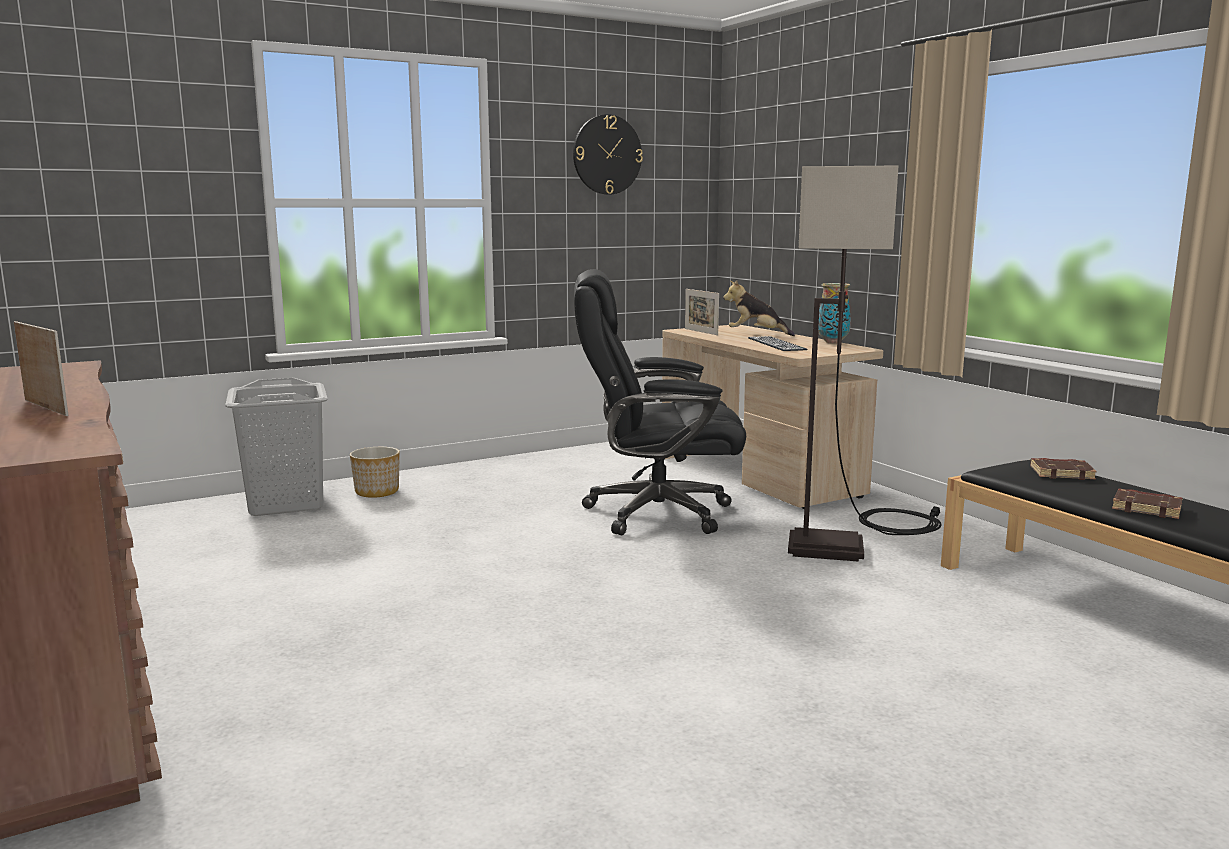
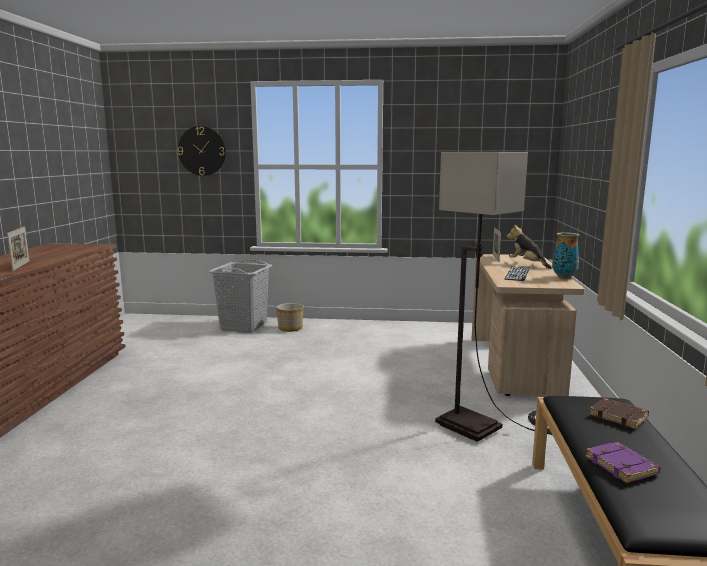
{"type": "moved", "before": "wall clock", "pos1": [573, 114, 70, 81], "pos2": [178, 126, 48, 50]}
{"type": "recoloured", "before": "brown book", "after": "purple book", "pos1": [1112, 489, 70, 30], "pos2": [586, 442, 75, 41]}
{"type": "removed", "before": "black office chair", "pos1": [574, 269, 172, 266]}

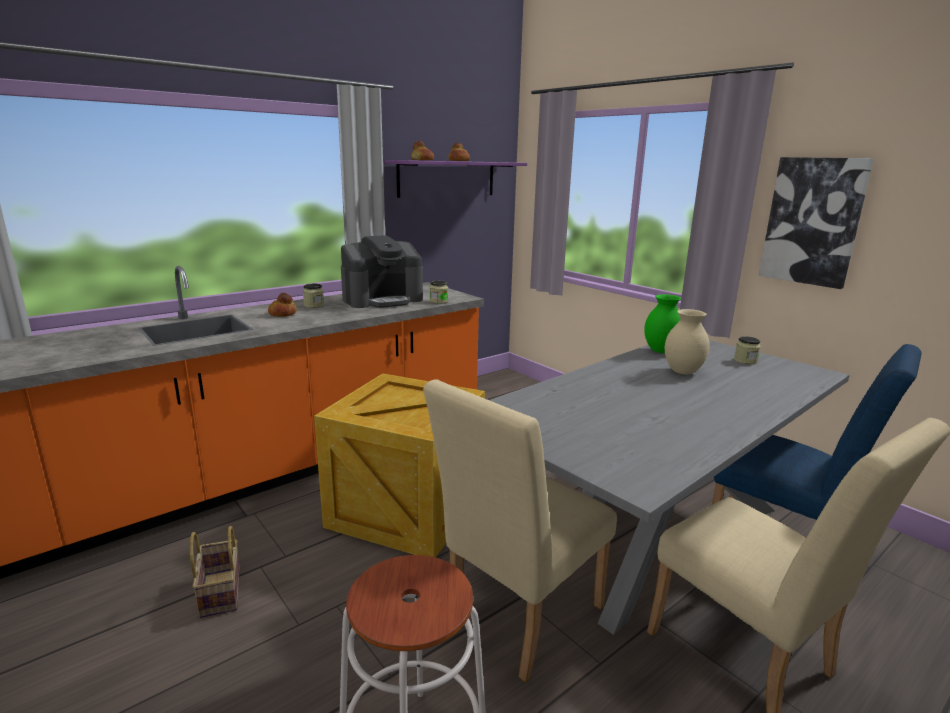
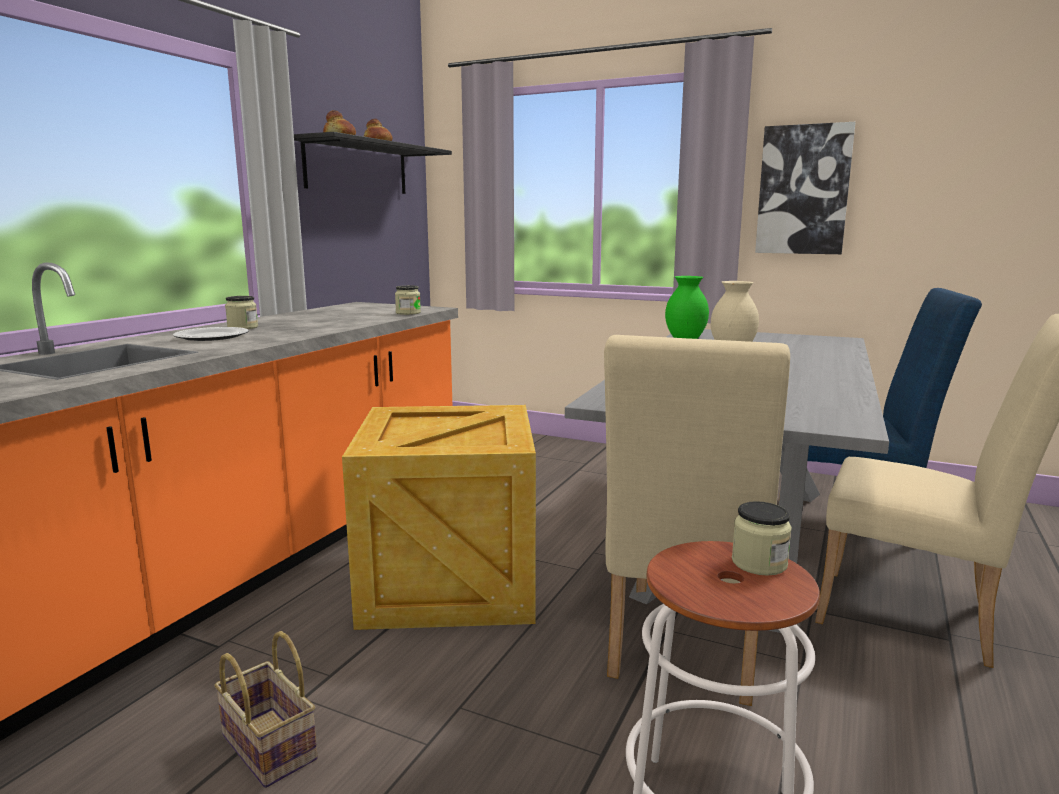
{"type": "replaced", "before": "bread", "after": "plate", "pos1": [268, 293, 29, 24], "pos2": [173, 327, 76, 14]}
{"type": "recoloured", "before": "purple shelf", "after": "black shelf", "pos1": [384, 160, 143, 38], "pos2": [294, 132, 158, 62]}
{"type": "moved", "before": "jar", "pos1": [734, 336, 27, 28], "pos2": [732, 501, 60, 74]}
{"type": "removed", "before": "coffee machine", "pos1": [341, 235, 82, 73]}

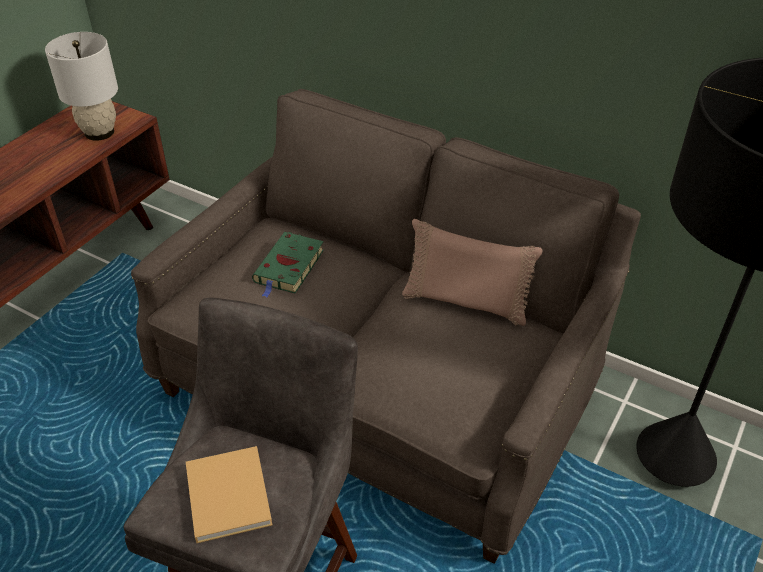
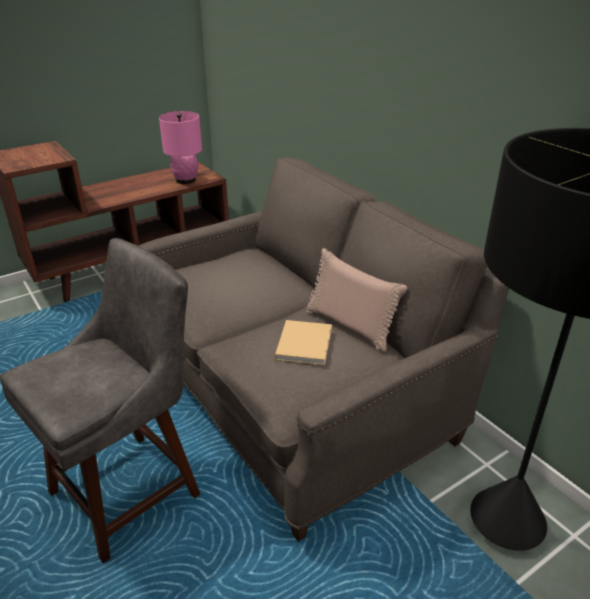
{"type": "recoloured", "before": "white table lamp", "after": "pink table lamp", "pos1": [45, 32, 73, 109], "pos2": [159, 111, 43, 73]}
{"type": "moved", "before": "beige book", "pos1": [186, 446, 86, 97], "pos2": [275, 320, 57, 45]}
{"type": "removed", "before": "green book", "pos1": [252, 232, 72, 65]}

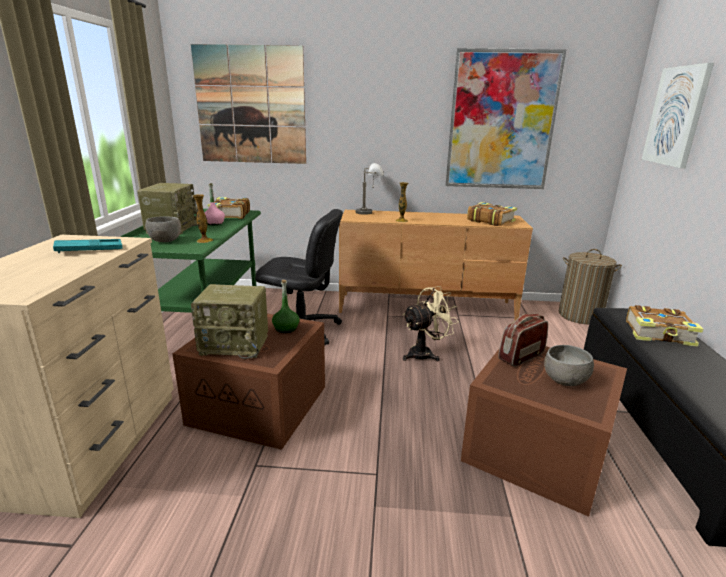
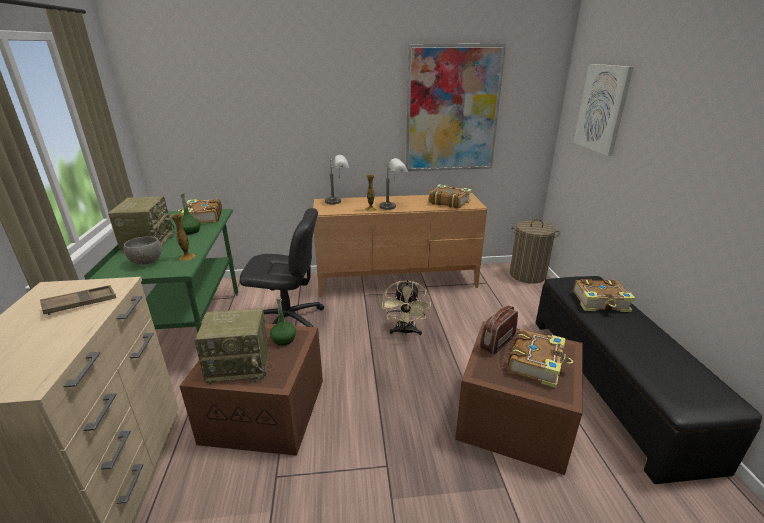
{"type": "recoloured", "before": "turquoise tray", "after": "brown tray", "pos1": [53, 239, 69, 14], "pos2": [40, 285, 76, 30]}
{"type": "recoloured", "before": "pink bottle", "after": "green bottle", "pos1": [204, 183, 21, 42], "pos2": [180, 193, 20, 42]}
{"type": "added", "after": "grey table lamp", "pos2": [380, 158, 28, 52]}
{"type": "turned", "before": "beige fan", "pos1": [403, 286, 56, 75], "pos2": [382, 280, 49, 56], "turn": 135}
{"type": "replaced", "before": "grey bowl", "after": "book", "pos1": [544, 345, 50, 41], "pos2": [508, 329, 65, 59]}
{"type": "removed", "before": "picture", "pos1": [191, 44, 115, 120]}

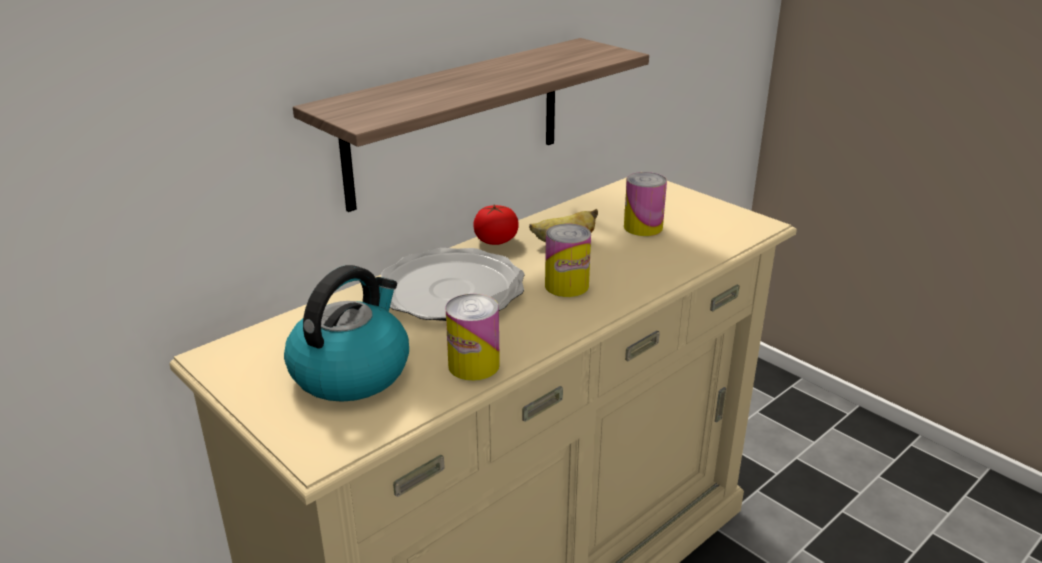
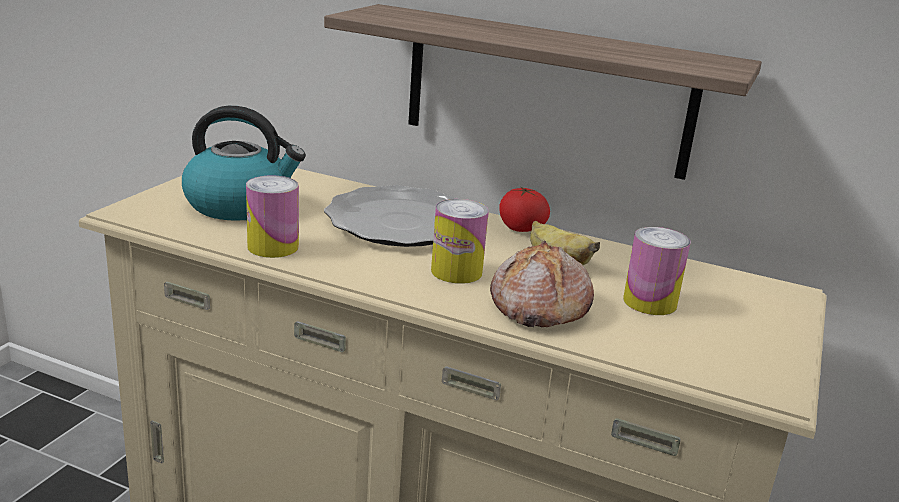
{"type": "added", "after": "bread", "pos2": [490, 240, 104, 87]}

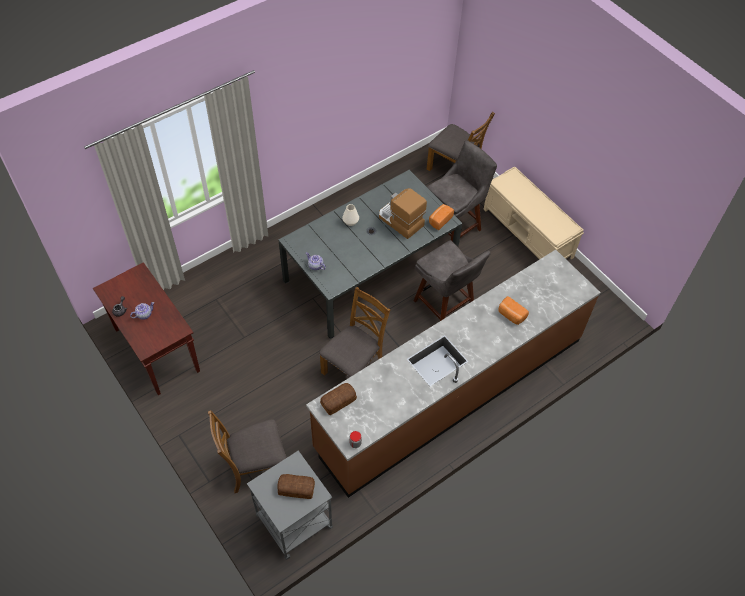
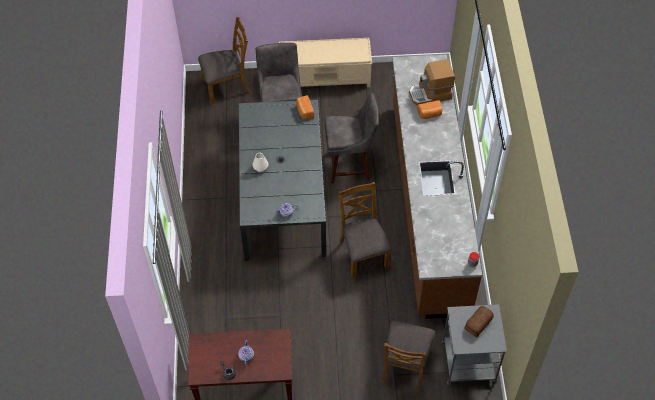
{"type": "moved", "before": "coffee machine", "pos1": [379, 188, 48, 51], "pos2": [409, 59, 46, 47]}
{"type": "removed", "before": "bread", "pos1": [320, 383, 37, 32]}

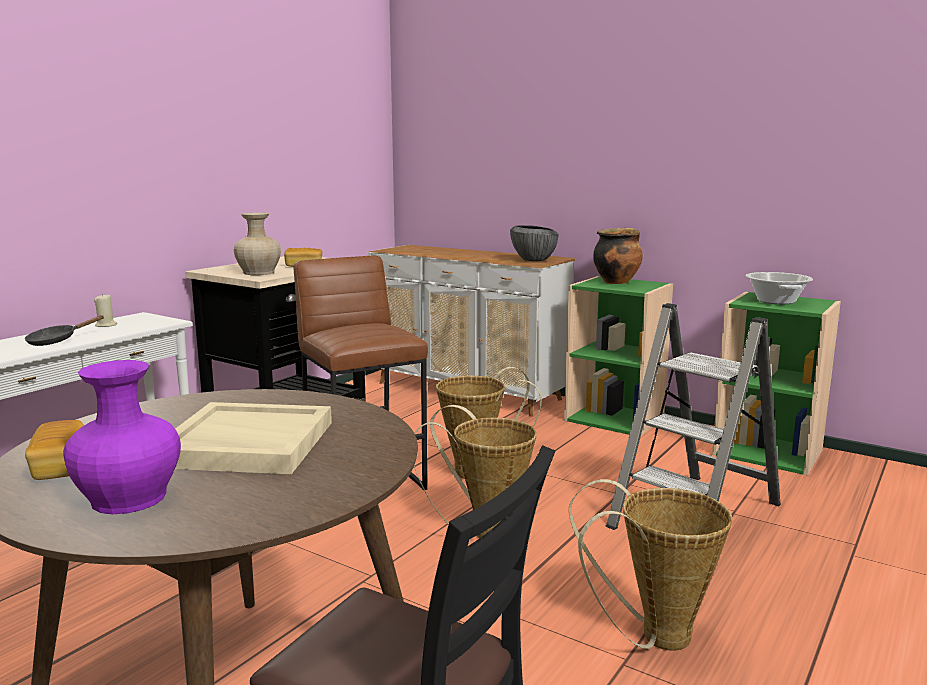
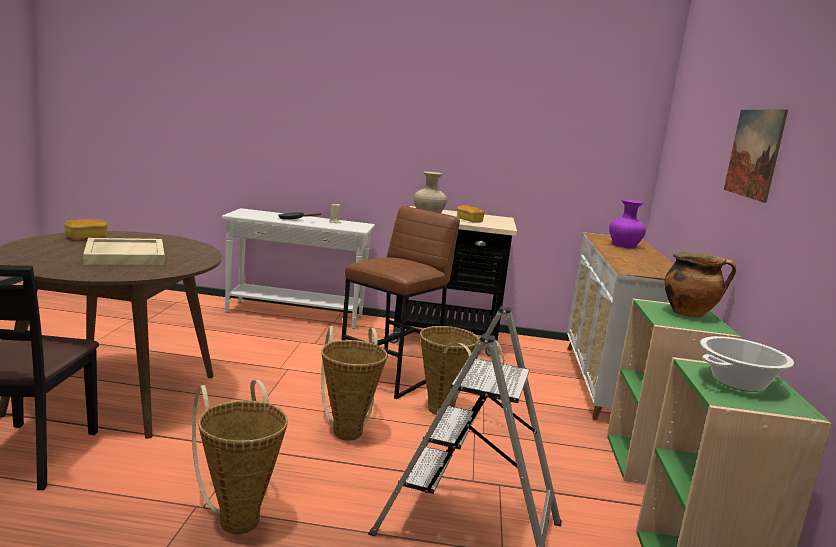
{"type": "moved", "before": "purple vase", "pos1": [63, 360, 118, 154], "pos2": [609, 200, 37, 48]}
{"type": "added", "after": "picture", "pos2": [724, 109, 64, 94]}
{"type": "removed", "before": "bowl", "pos1": [510, 225, 49, 36]}

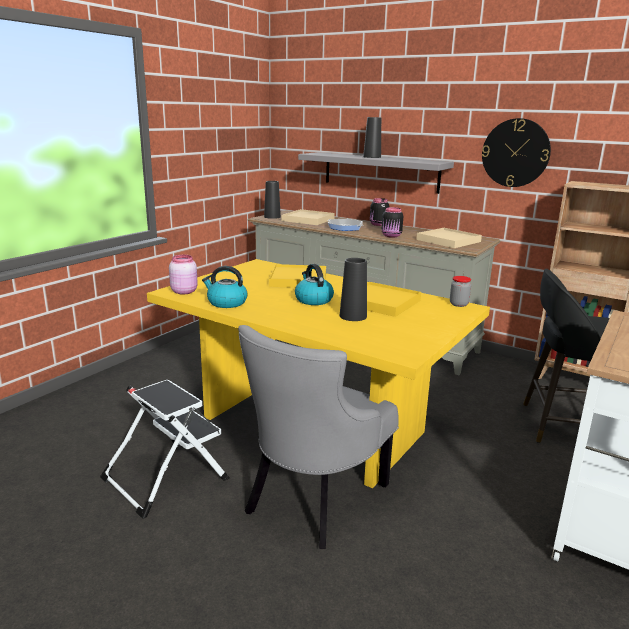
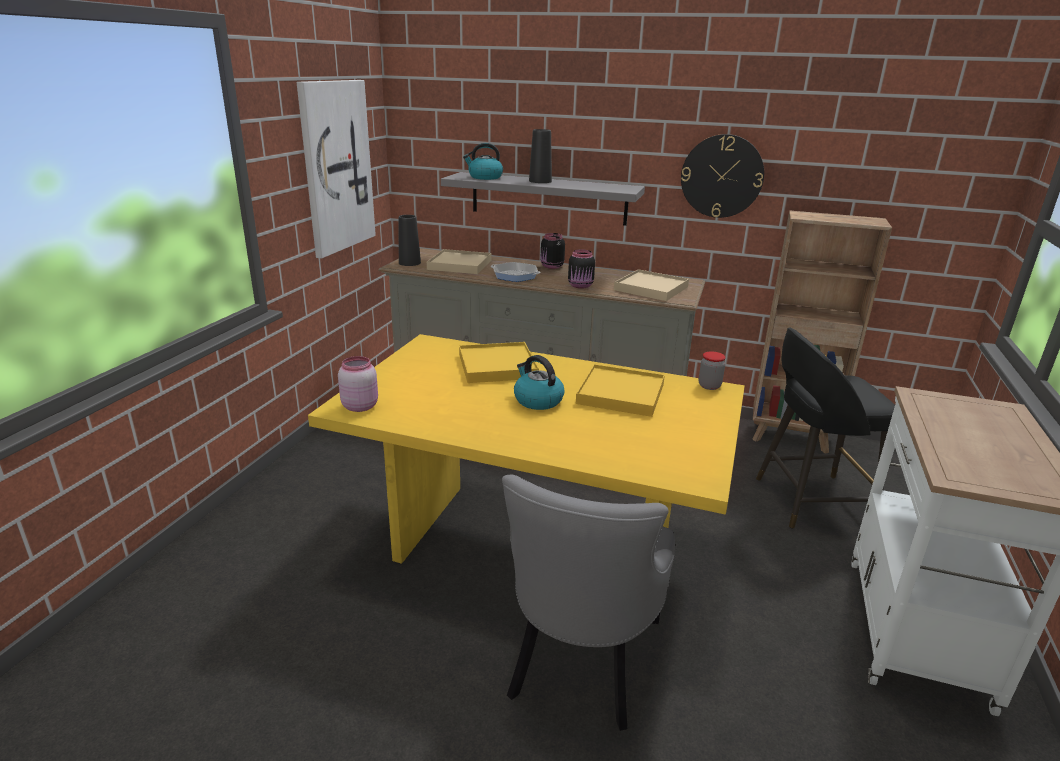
{"type": "added", "after": "picture", "pos2": [297, 80, 79, 178]}
{"type": "moved", "before": "kettle", "pos1": [202, 266, 46, 42], "pos2": [463, 143, 40, 37]}
{"type": "removed", "before": "step ladder", "pos1": [100, 380, 130, 139]}
{"type": "removed", "before": "black vase", "pos1": [340, 258, 27, 63]}

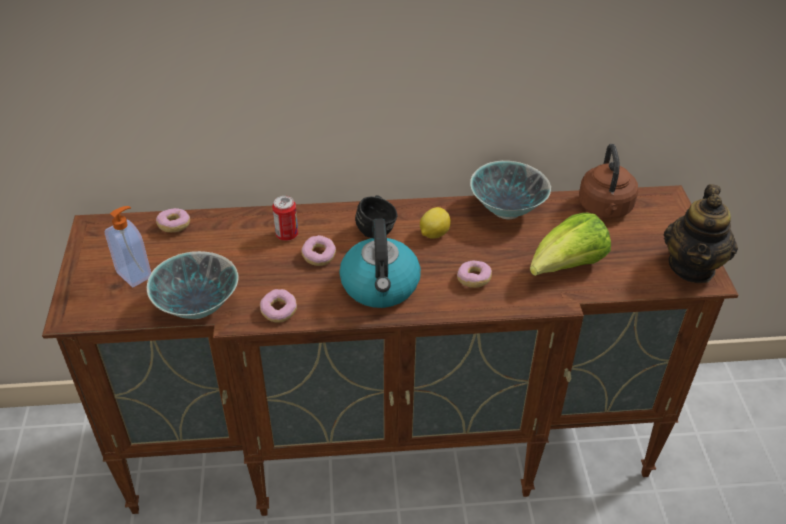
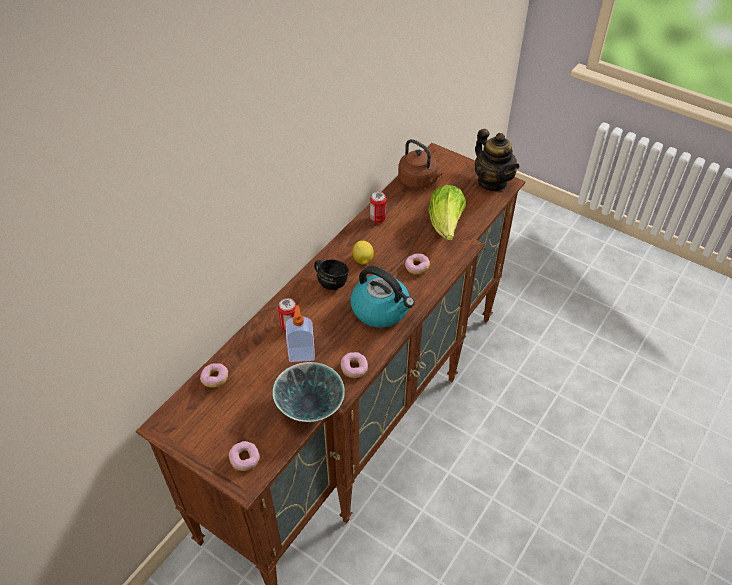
{"type": "moved", "before": "donut", "pos1": [301, 235, 35, 31], "pos2": [229, 441, 31, 30]}
{"type": "moved", "before": "soap dispenser", "pos1": [104, 206, 47, 82], "pos2": [286, 305, 29, 57]}
{"type": "replaced", "before": "bowl", "after": "can", "pos1": [470, 161, 81, 58], "pos2": [370, 192, 16, 31]}

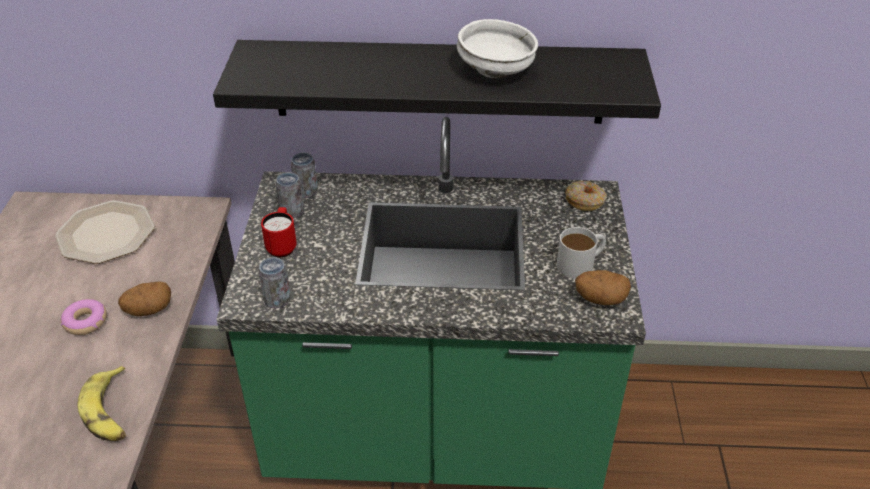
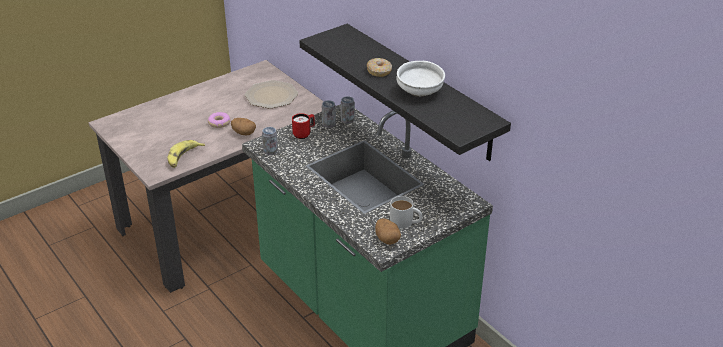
{"type": "moved", "before": "donut", "pos1": [565, 181, 42, 30], "pos2": [367, 58, 25, 19]}

